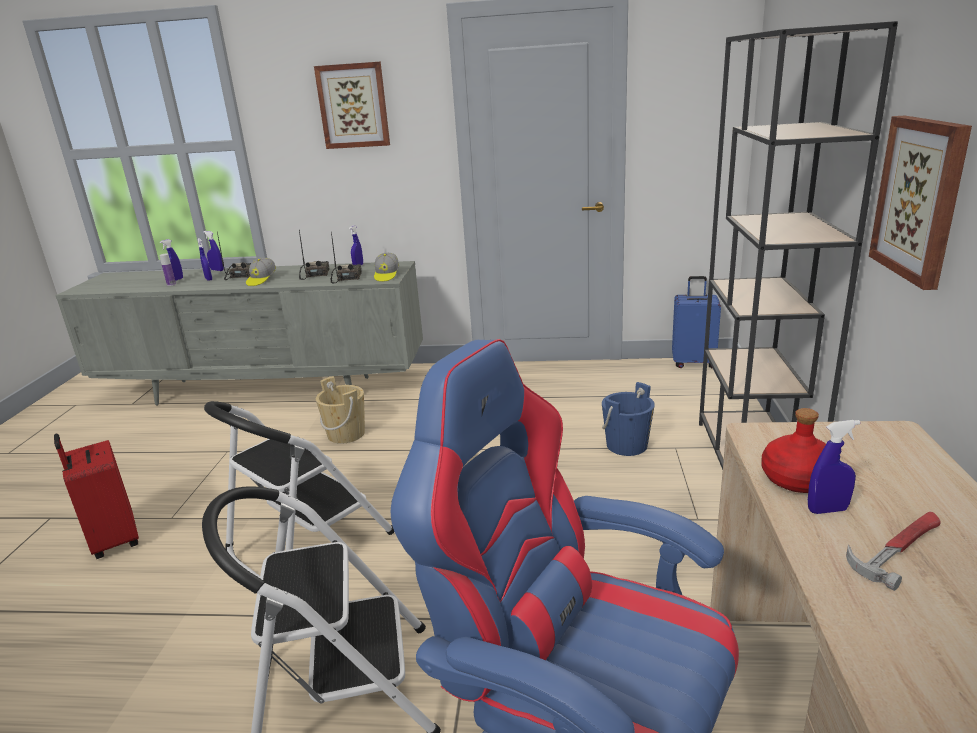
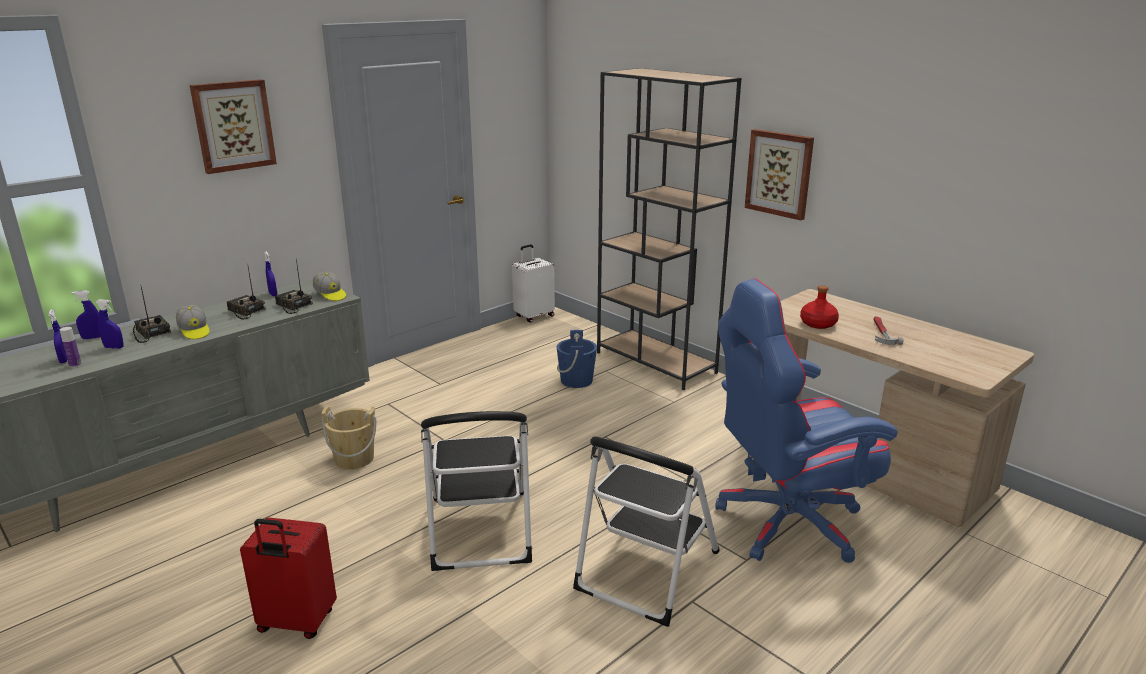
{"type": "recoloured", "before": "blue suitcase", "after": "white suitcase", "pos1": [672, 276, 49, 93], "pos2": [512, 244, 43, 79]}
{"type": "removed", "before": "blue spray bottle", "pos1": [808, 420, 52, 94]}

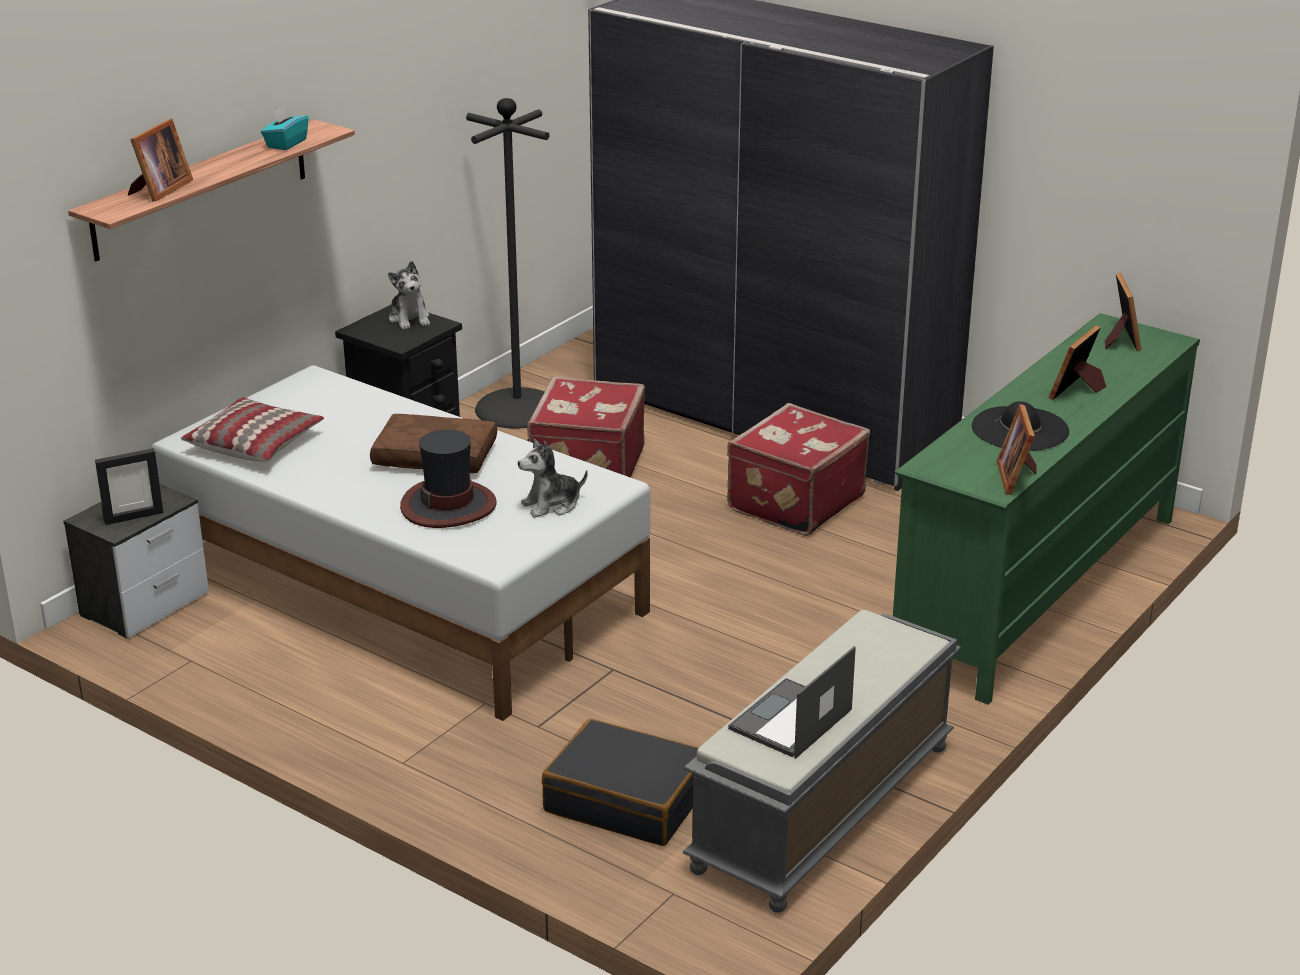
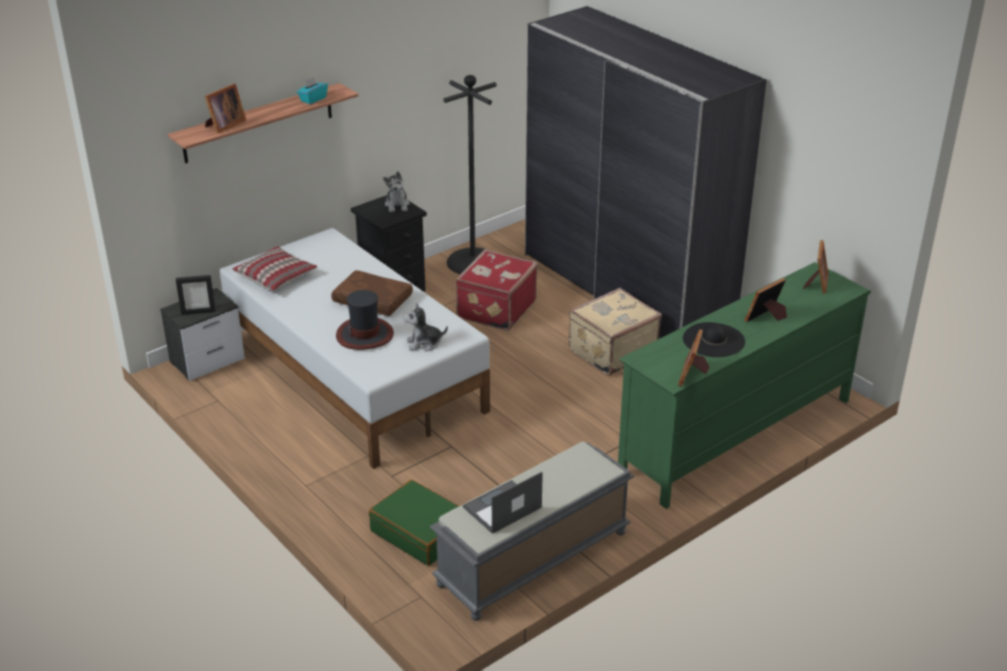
{"type": "recoloured", "before": "black suitcase", "after": "green suitcase", "pos1": [542, 719, 156, 127], "pos2": [369, 480, 90, 86]}
{"type": "recoloured", "before": "red suitcase", "after": "beige suitcase", "pos1": [727, 403, 143, 133], "pos2": [569, 288, 93, 88]}

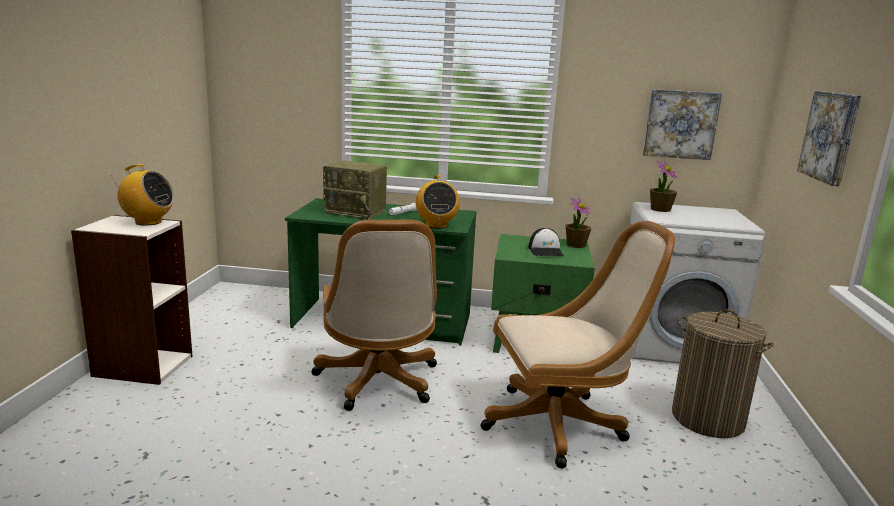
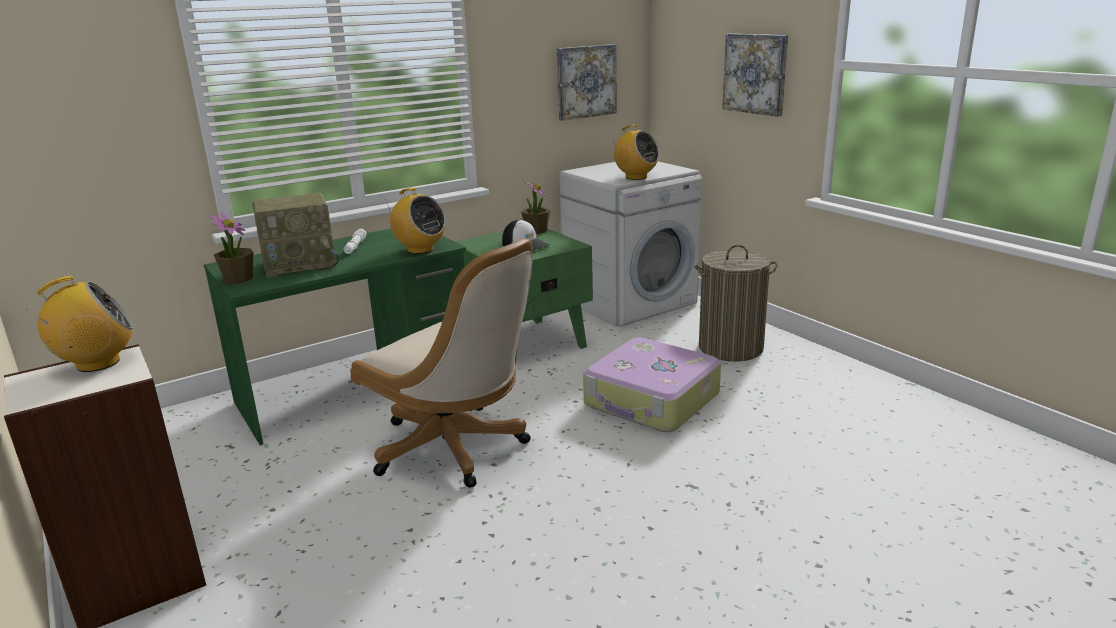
{"type": "moved", "before": "potted plant", "pos1": [650, 161, 27, 51], "pos2": [209, 212, 44, 72]}
{"type": "replaced", "before": "office chair", "after": "suitcase", "pos1": [481, 221, 194, 247], "pos2": [583, 338, 138, 94]}
{"type": "added", "after": "radio", "pos2": [610, 125, 50, 55]}

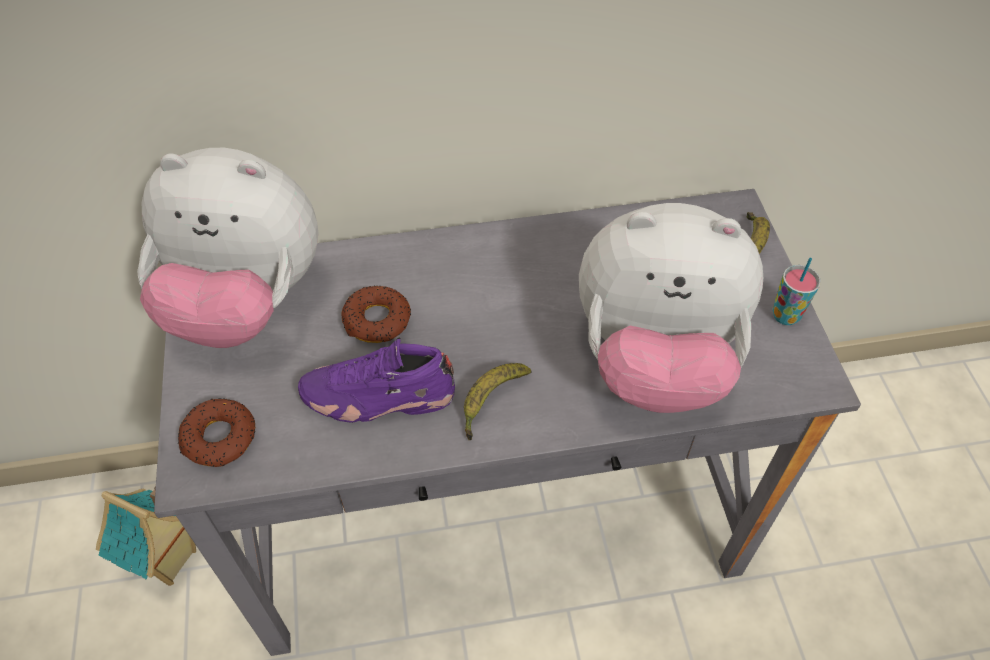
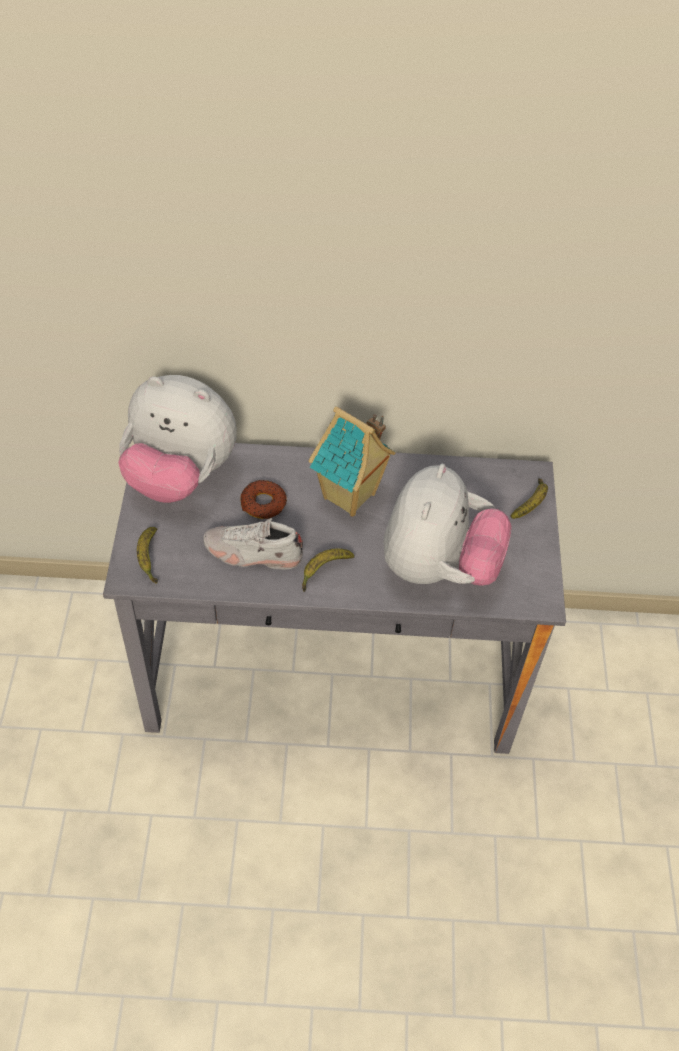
{"type": "replaced", "before": "donut", "after": "banana", "pos1": [178, 398, 77, 69], "pos2": [137, 527, 21, 57]}
{"type": "recoloured", "before": "purple shoe", "after": "white shoe", "pos1": [298, 337, 157, 86], "pos2": [203, 517, 100, 52]}
{"type": "moved", "before": "toy house", "pos1": [96, 486, 100, 100], "pos2": [308, 406, 87, 110]}
{"type": "turned", "before": "plush toy", "pos1": [579, 203, 184, 210], "pos2": [384, 463, 128, 123], "turn": -90}
{"type": "removed", "before": "cup", "pos1": [772, 258, 49, 67]}

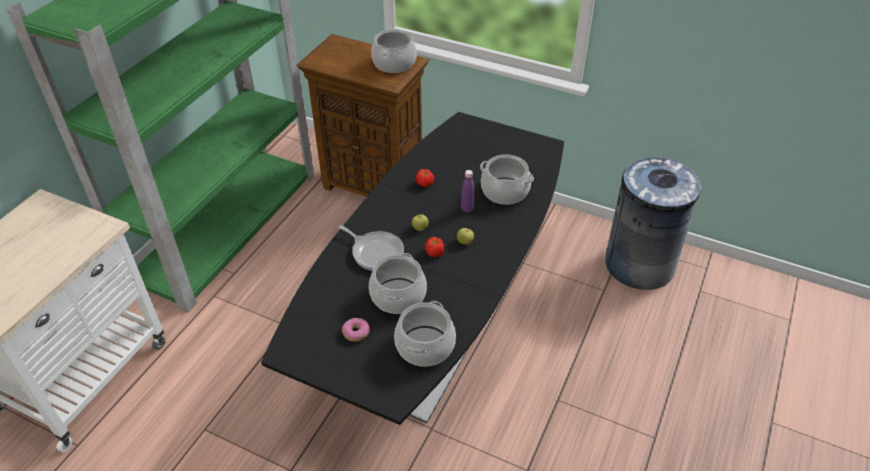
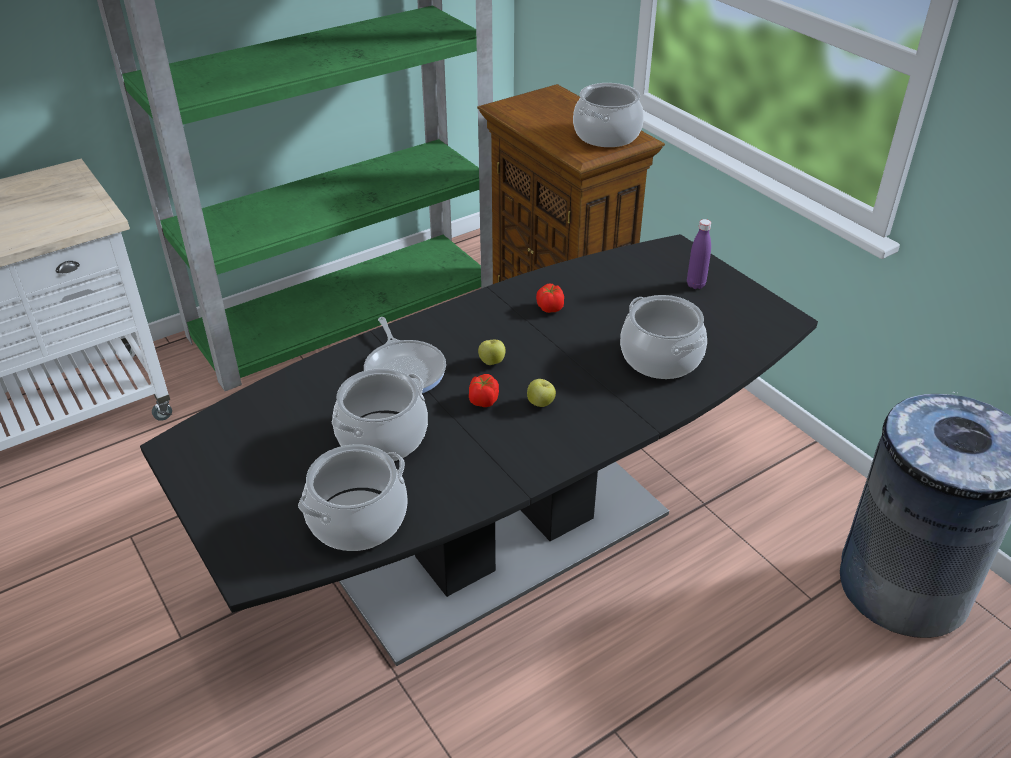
{"type": "moved", "before": "purple bottle", "pos1": [461, 170, 14, 43], "pos2": [687, 219, 24, 70]}
{"type": "removed", "before": "donut", "pos1": [342, 318, 28, 24]}

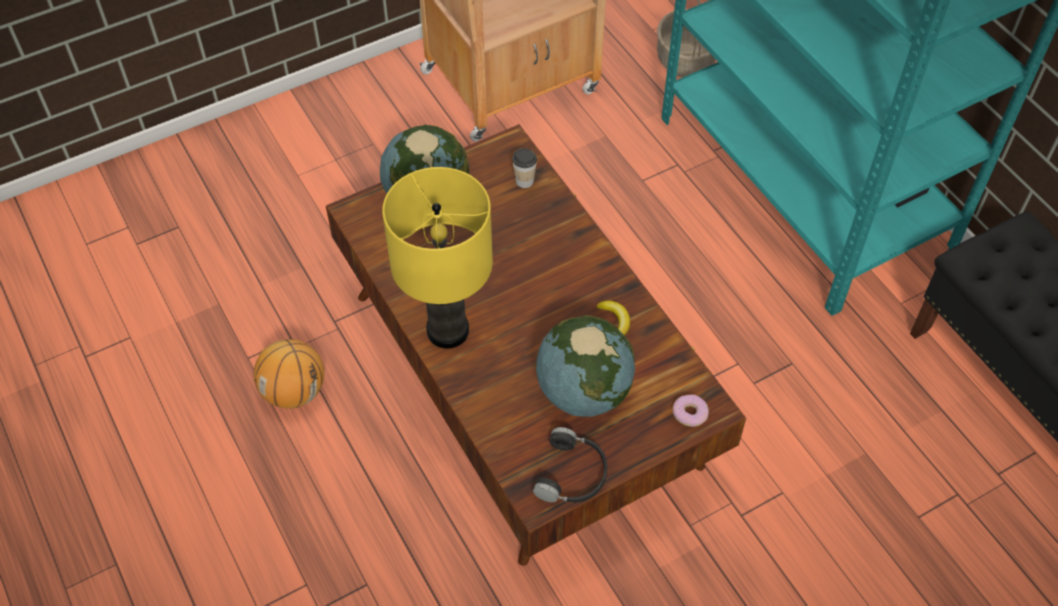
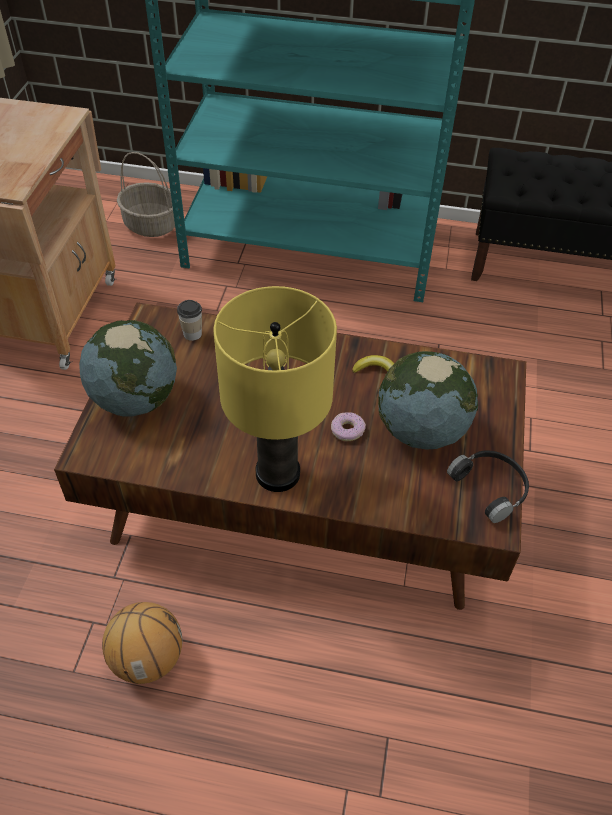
{"type": "moved", "before": "donut", "pos1": [673, 395, 36, 32], "pos2": [331, 412, 35, 29]}

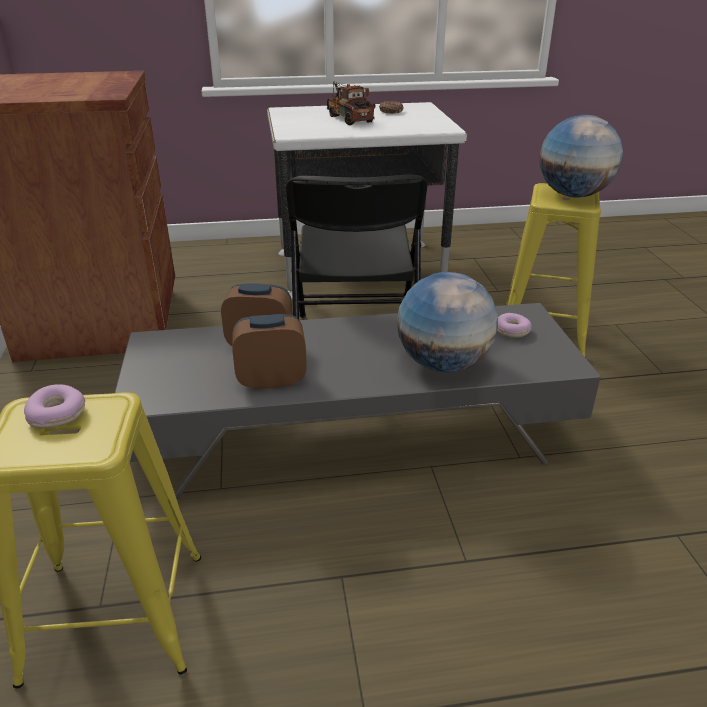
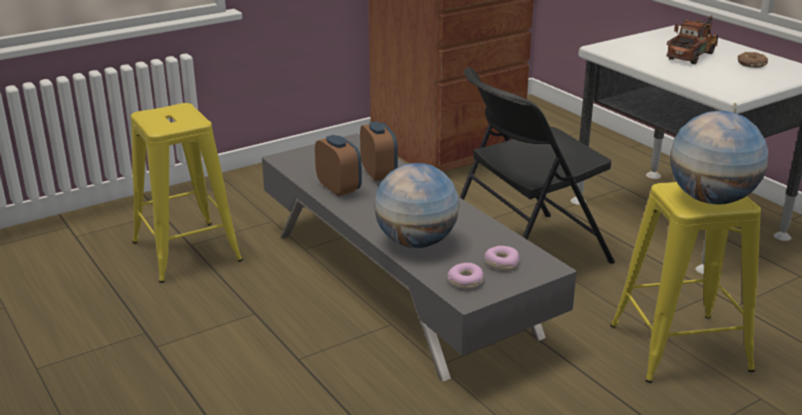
{"type": "moved", "before": "donut", "pos1": [24, 384, 62, 44], "pos2": [447, 263, 36, 26]}

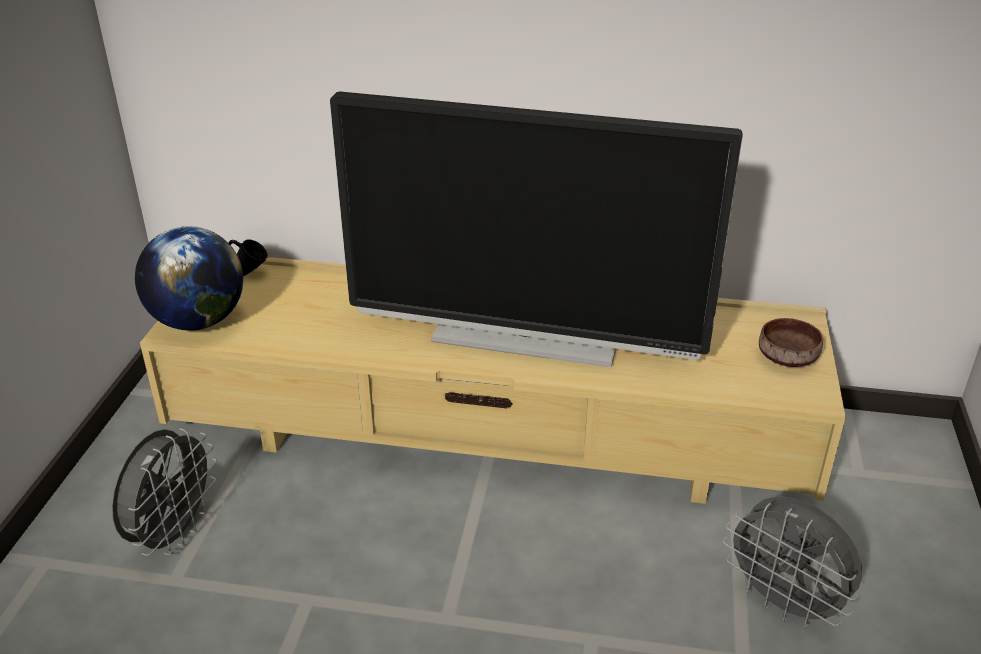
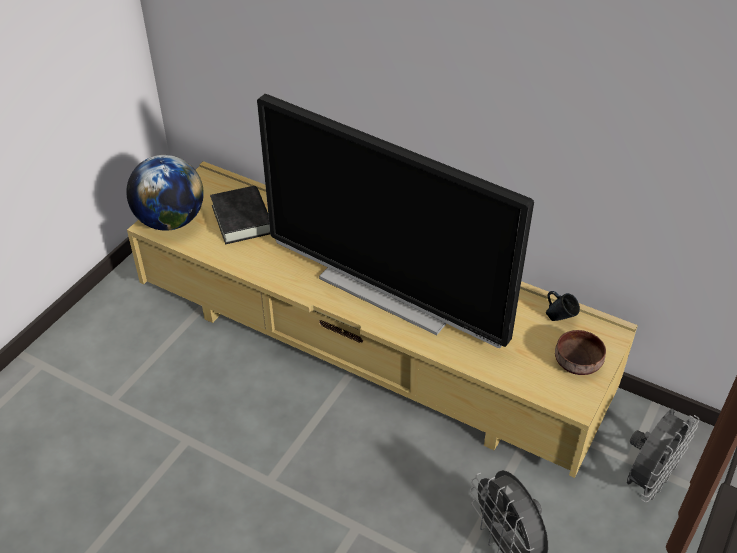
{"type": "added", "after": "black book", "pos2": [210, 186, 60, 58]}
{"type": "moved", "before": "blue mug", "pos1": [228, 239, 40, 37], "pos2": [546, 291, 34, 30]}
{"type": "moved", "before": "grey fan", "pos1": [112, 428, 105, 128], "pos2": [627, 409, 73, 93]}

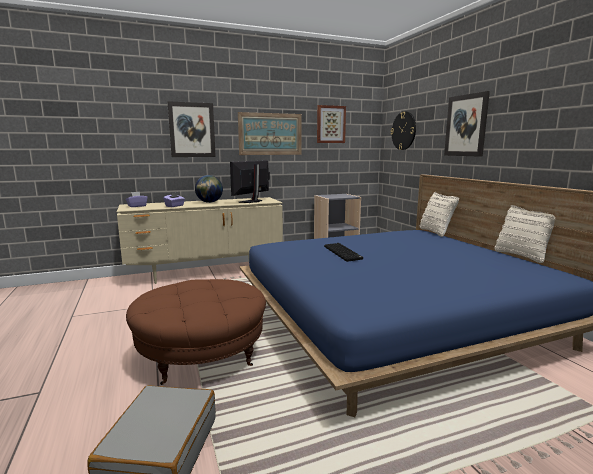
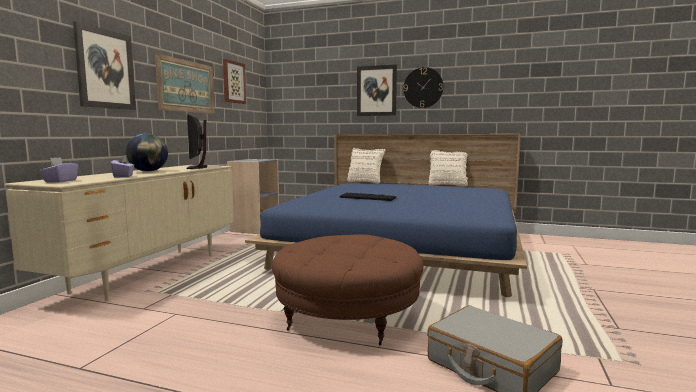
{"type": "moved", "before": "wall clock", "pos1": [391, 111, 25, 39], "pos2": [403, 67, 40, 41]}

